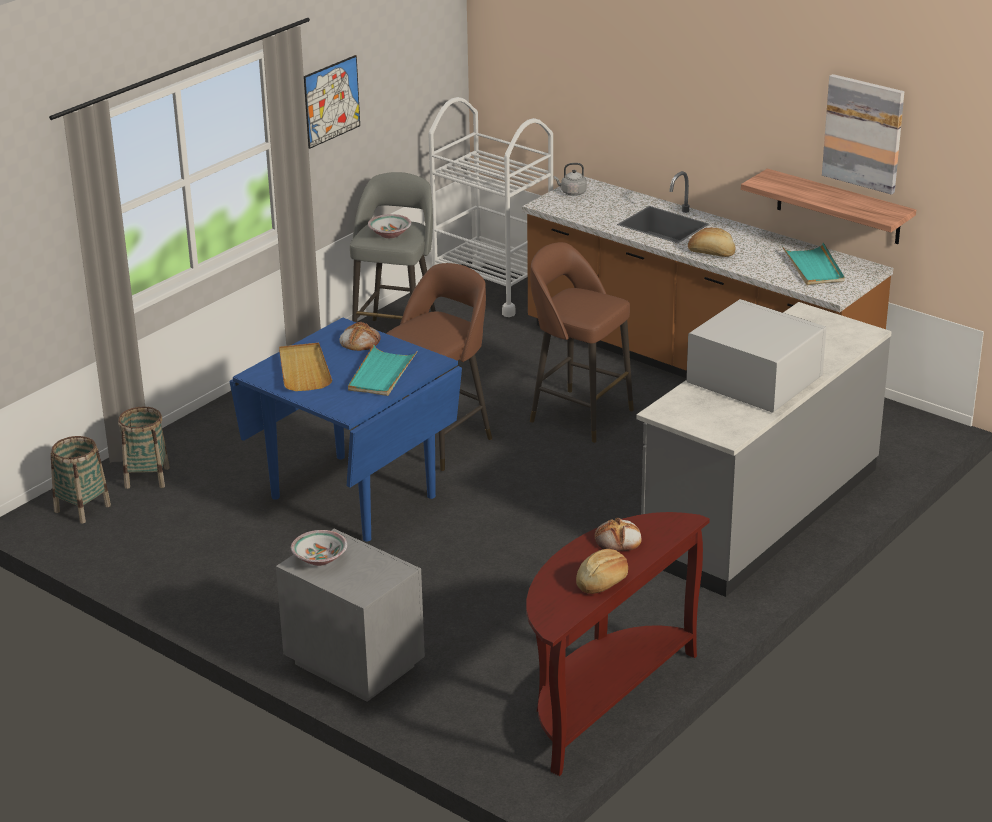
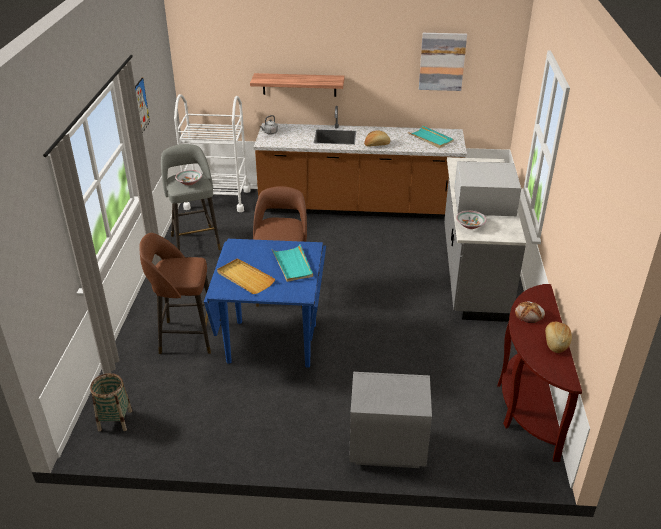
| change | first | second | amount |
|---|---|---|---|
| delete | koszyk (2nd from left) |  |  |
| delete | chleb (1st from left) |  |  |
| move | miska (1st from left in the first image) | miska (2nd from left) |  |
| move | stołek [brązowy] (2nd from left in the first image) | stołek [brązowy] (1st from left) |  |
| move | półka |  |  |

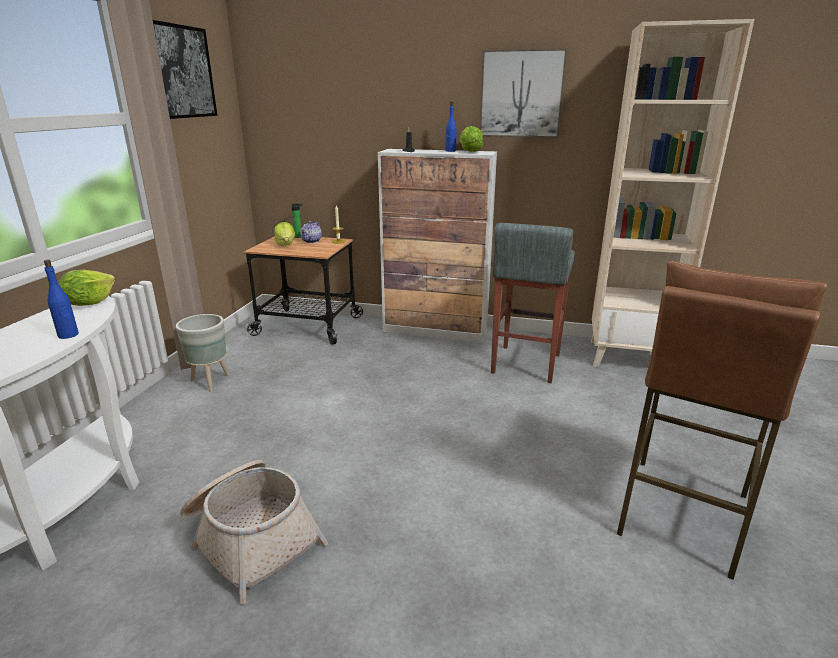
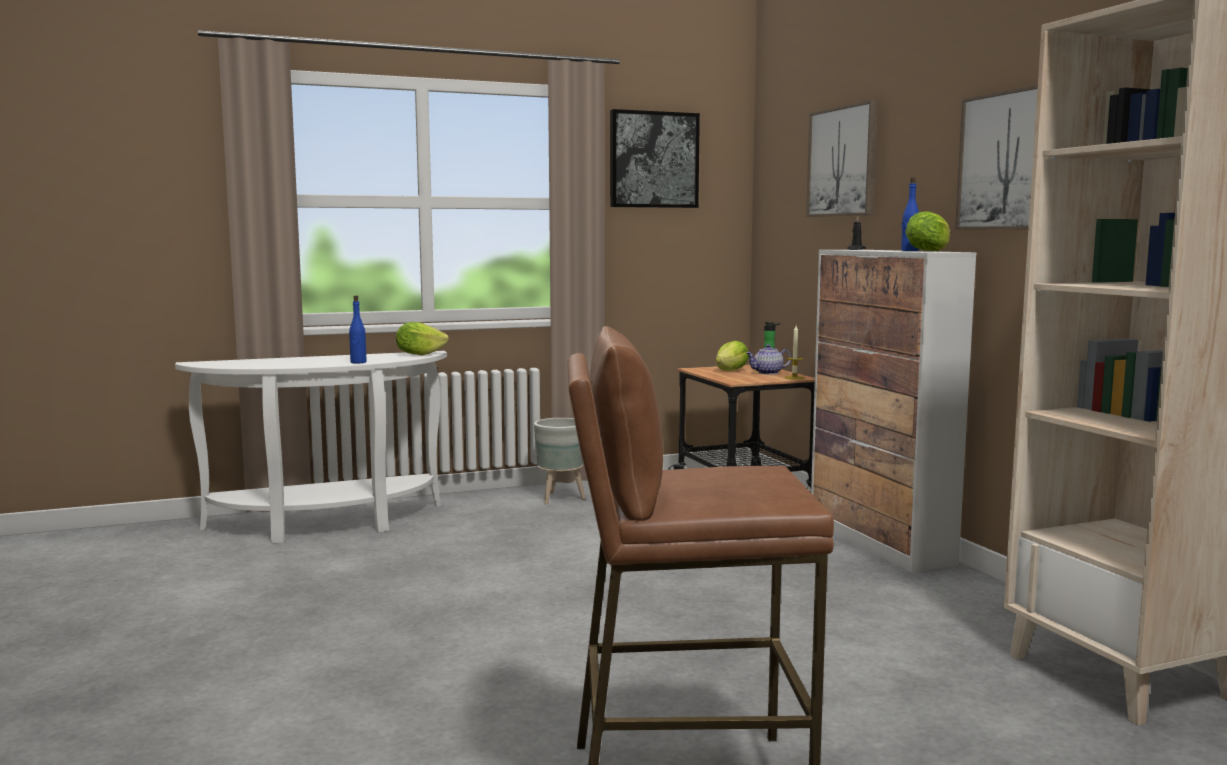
| change | first | second | amount |
|---|---|---|---|
| delete | koszyk |  |  |
| delete | stołek [szary] |  |  |
| insert |  | obraz (2nd from left) |  |

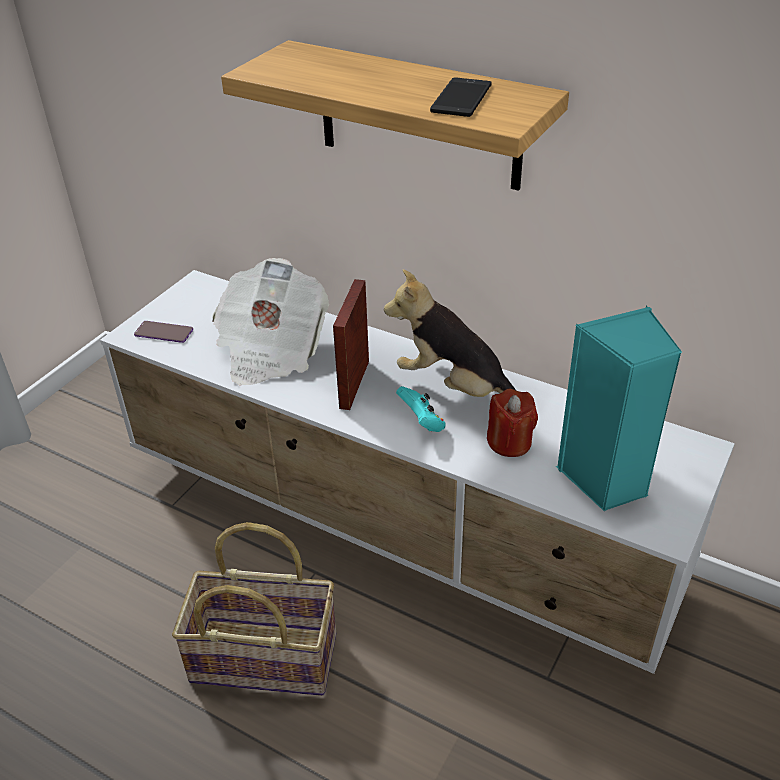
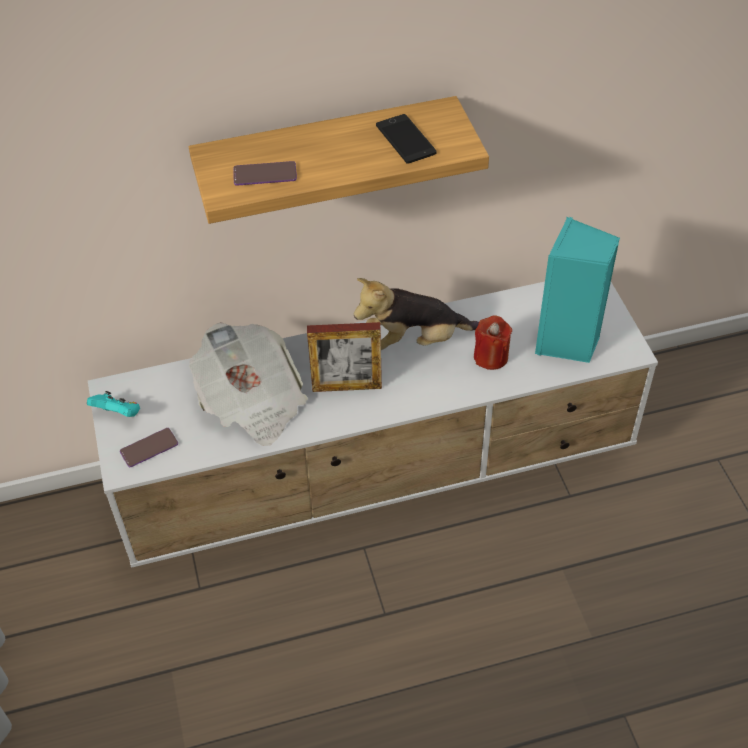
| change | first | second | amount |
|---|---|---|---|
| delete | koszyk |  |  |
| insert |  | telefon (2nd from left) |  |
| move | pad do gier [turkusowy] |  |  |
| rotate | ramka na zdjęcie |  | 60 degrees counterclockwise |

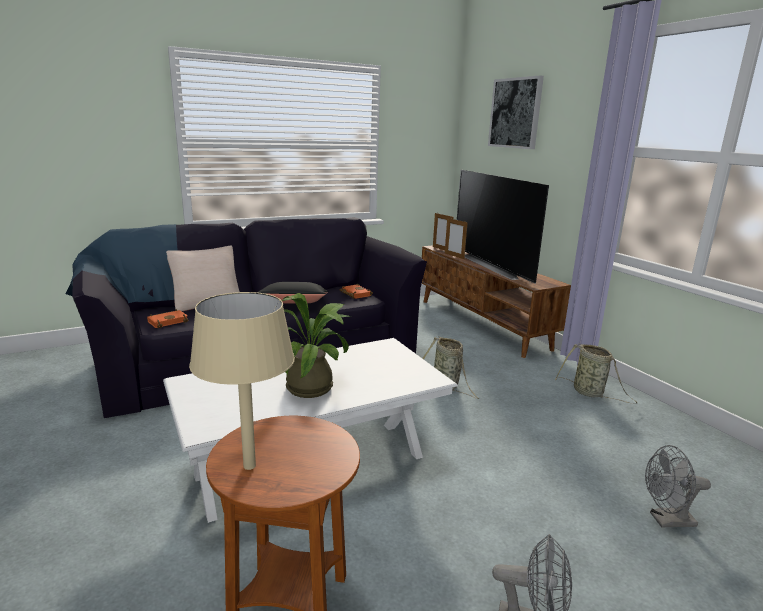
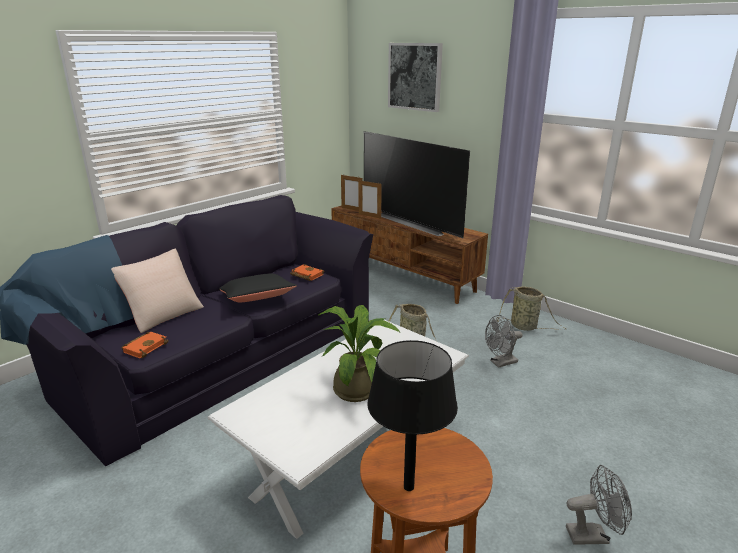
| change | first | second | amount |
|---|---|---|---|
| move | wentylator [szary] (2nd from left in the first image) | wentylator [szary] (1st from left) |  |
| recolor | lampa stołowa [beżowy] | lampa stołowa [czarny] |  |

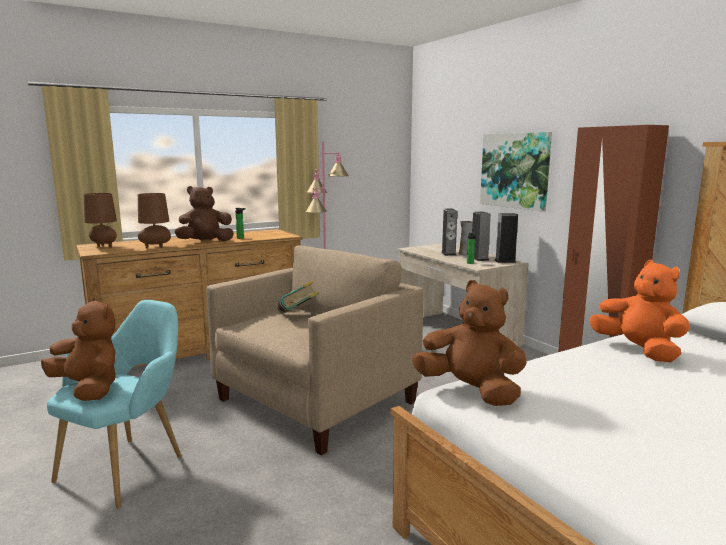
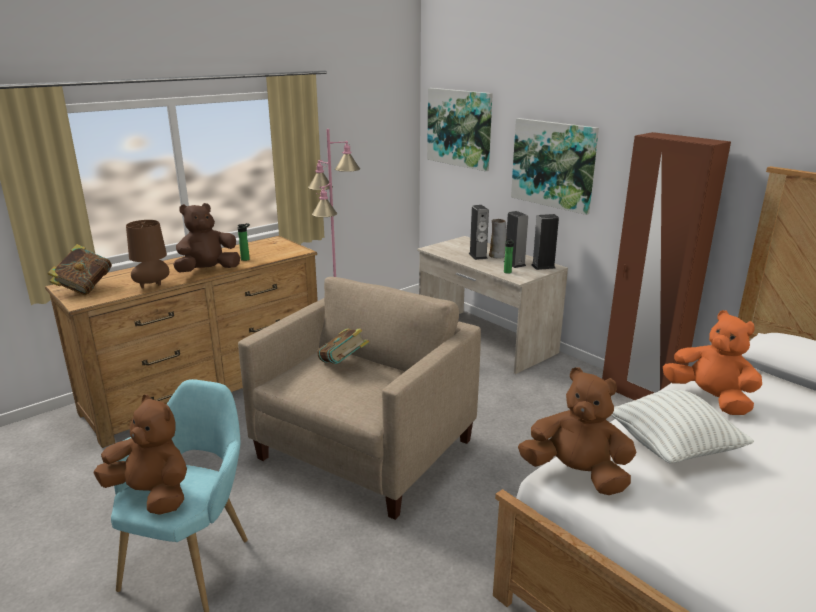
| change | first | second | amount |
|---|---|---|---|
| insert |  | obraz (1st from left) |  |
| insert |  | poduszka [biały] |  |
| replace | lampa stołowa [brązowy] (1st from left) | książka (1st from left) |  |

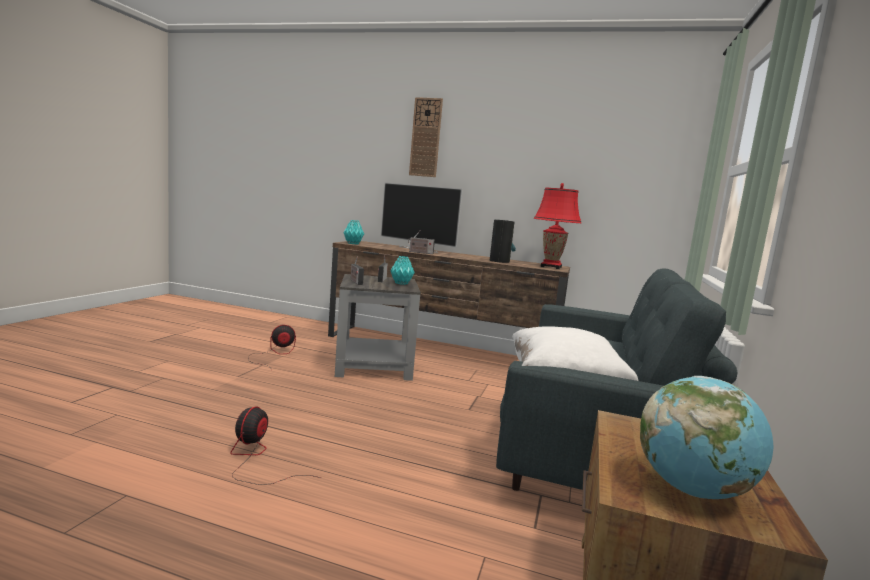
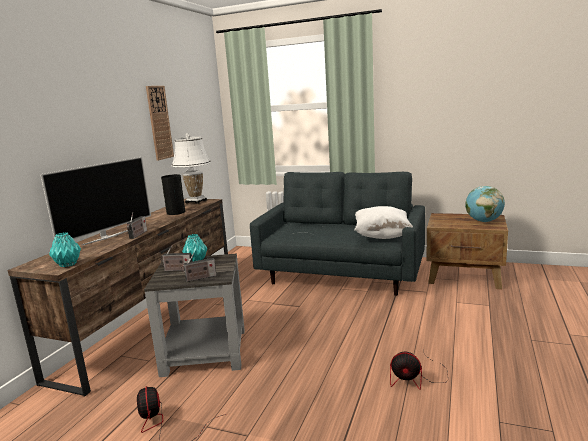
| change | first | second | amount |
|---|---|---|---|
| move | zegar ścienny |  |  |
| recolor | lampa stołowa [czerwony] | lampa stołowa [biały] |  |

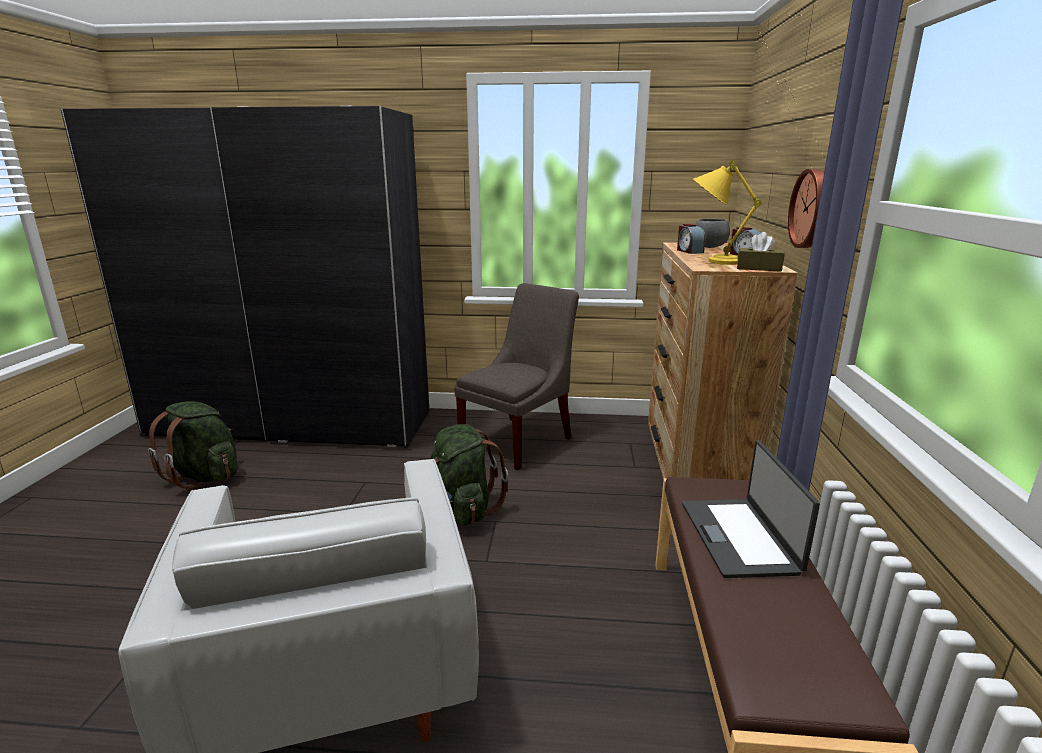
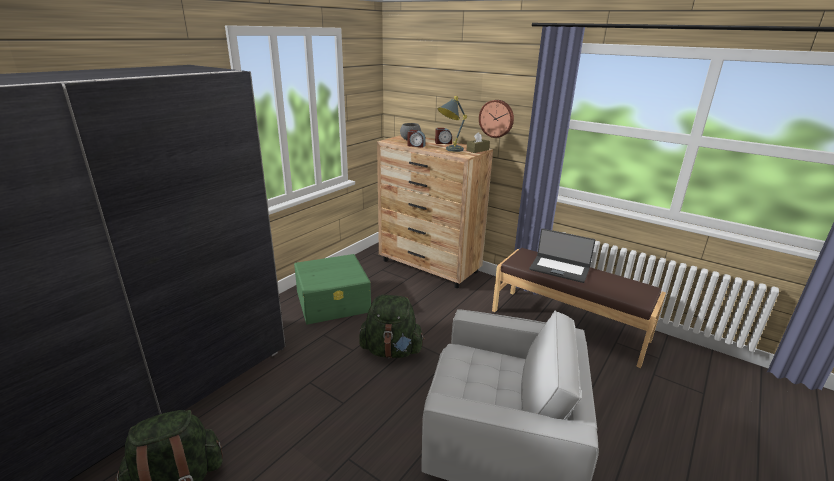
| change | first | second | amount |
|---|---|---|---|
| replace | krzesło [szary] | pojemnik do przechowywania [zielony] |  |
| recolor | lampa stołowa [żółty] | lampa stołowa [szary] |  |

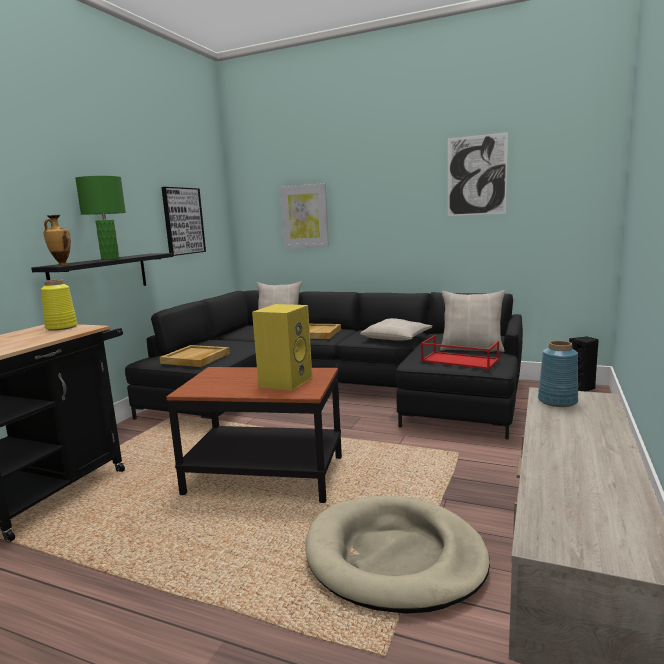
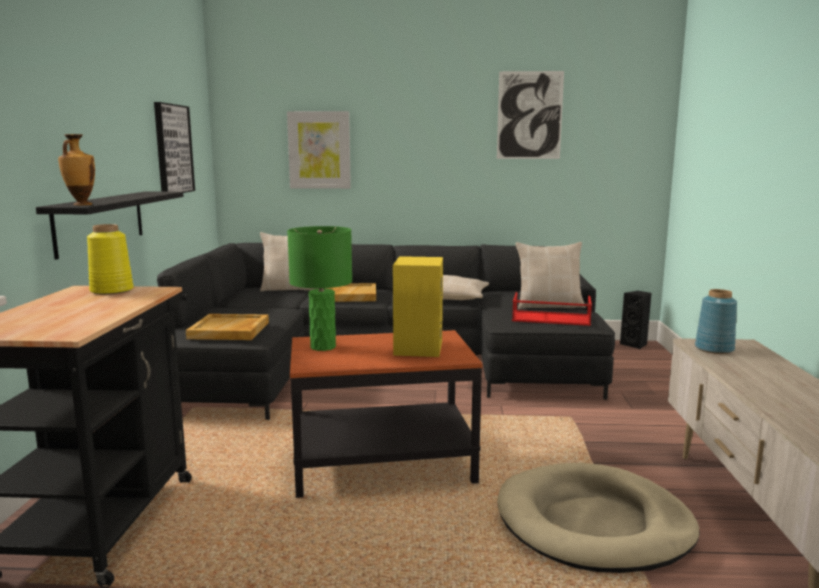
| change | first | second | amount |
|---|---|---|---|
| move | lampa stołowa [zielony] |  |  |

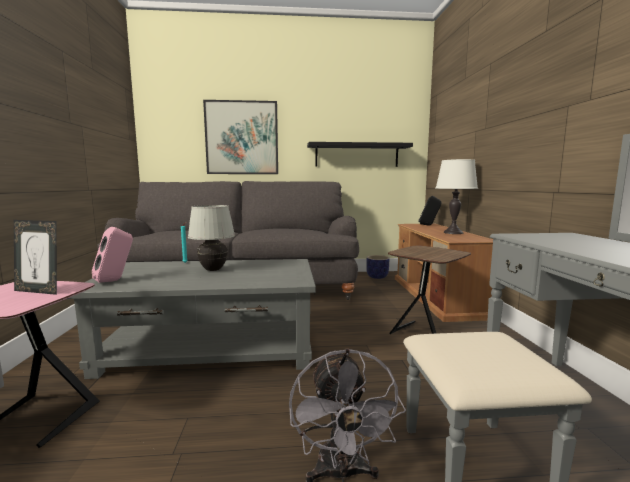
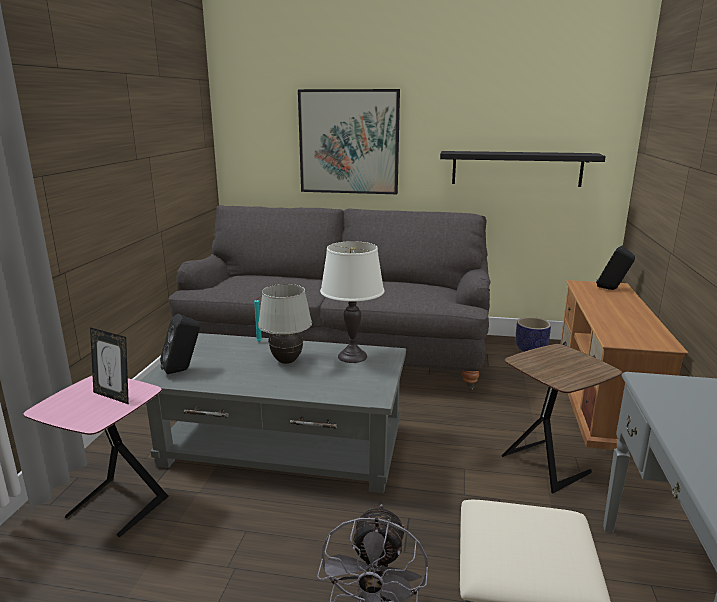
| change | first | second | amount |
|---|---|---|---|
| move | lampa stołowa [biały] (2nd from left) |  |  |
| recolor | głośnik [różowy] | głośnik [czarny] (1st from left) |  |

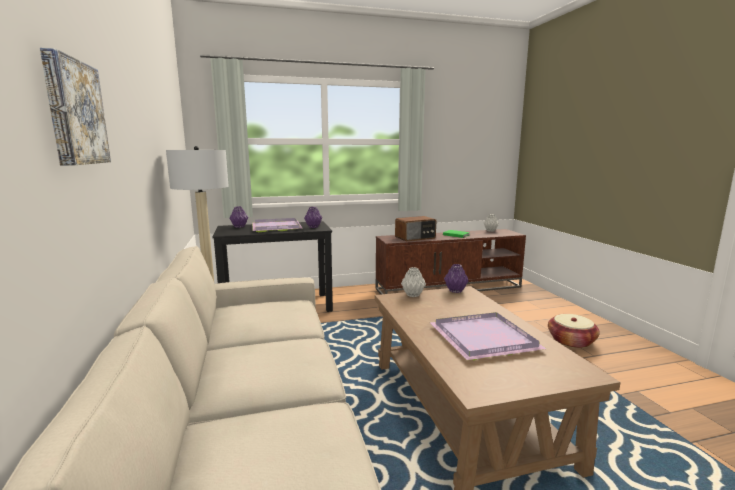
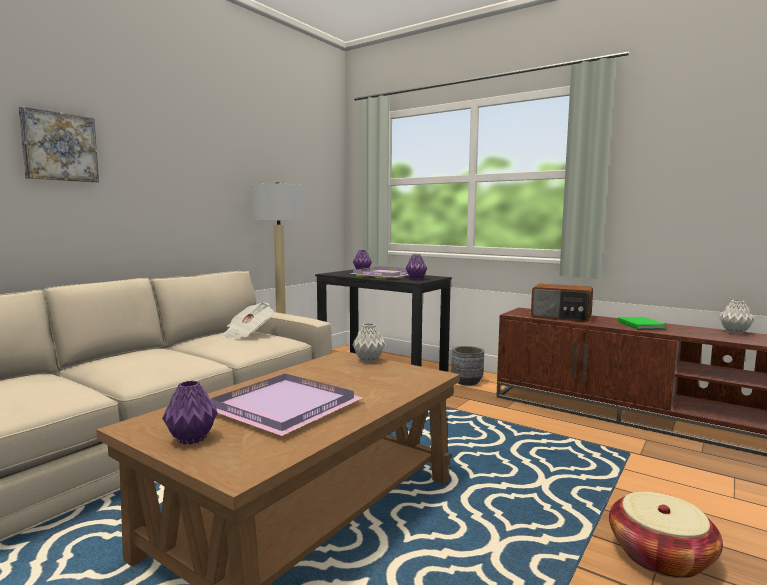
| change | first | second | amount |
|---|---|---|---|
| insert |  | gazeta |  |
| insert |  | donica [szary] |  |
| move | wazon [fioletowy] (3rd from left in the first image) | wazon [fioletowy] (1st from left) |  |

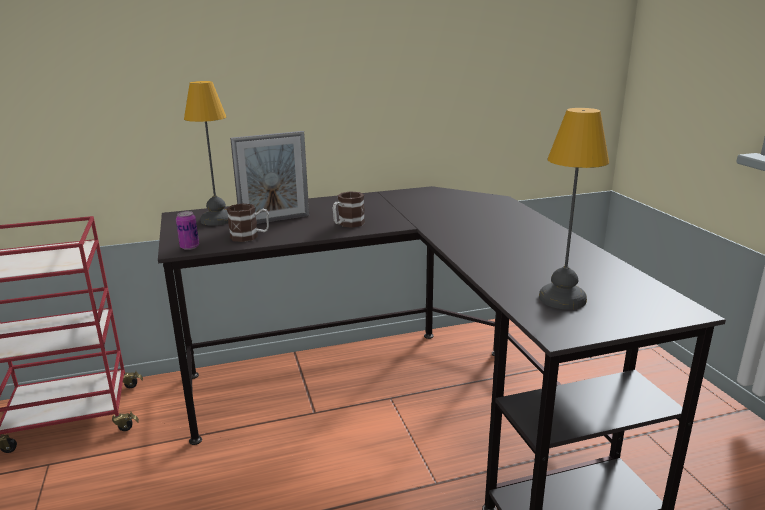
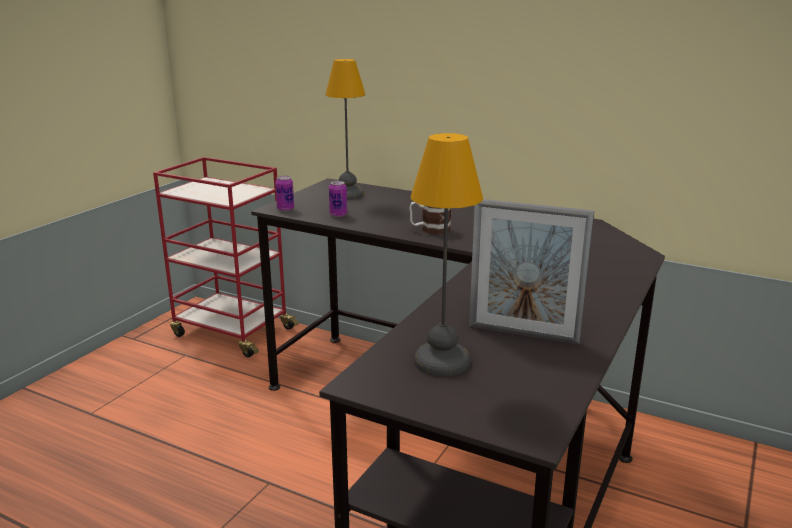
| change | first | second | amount |
|---|---|---|---|
| move | ramka na zdjęcie |  |  |
| replace | kubek (1st from left) | puszka (2nd from left) |  |

